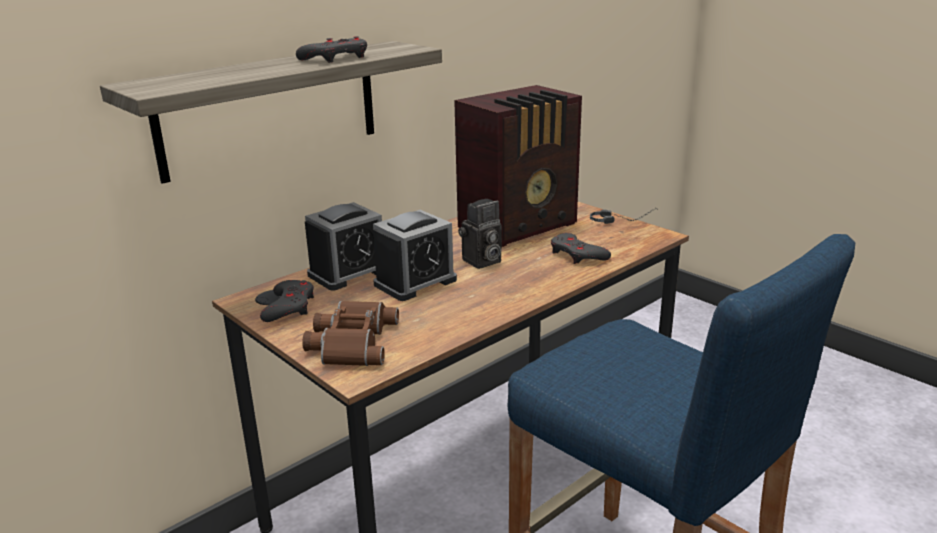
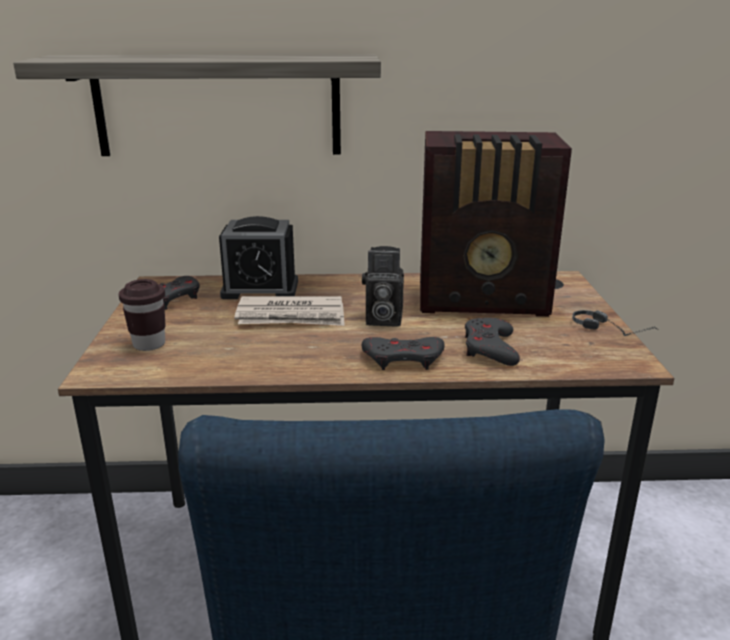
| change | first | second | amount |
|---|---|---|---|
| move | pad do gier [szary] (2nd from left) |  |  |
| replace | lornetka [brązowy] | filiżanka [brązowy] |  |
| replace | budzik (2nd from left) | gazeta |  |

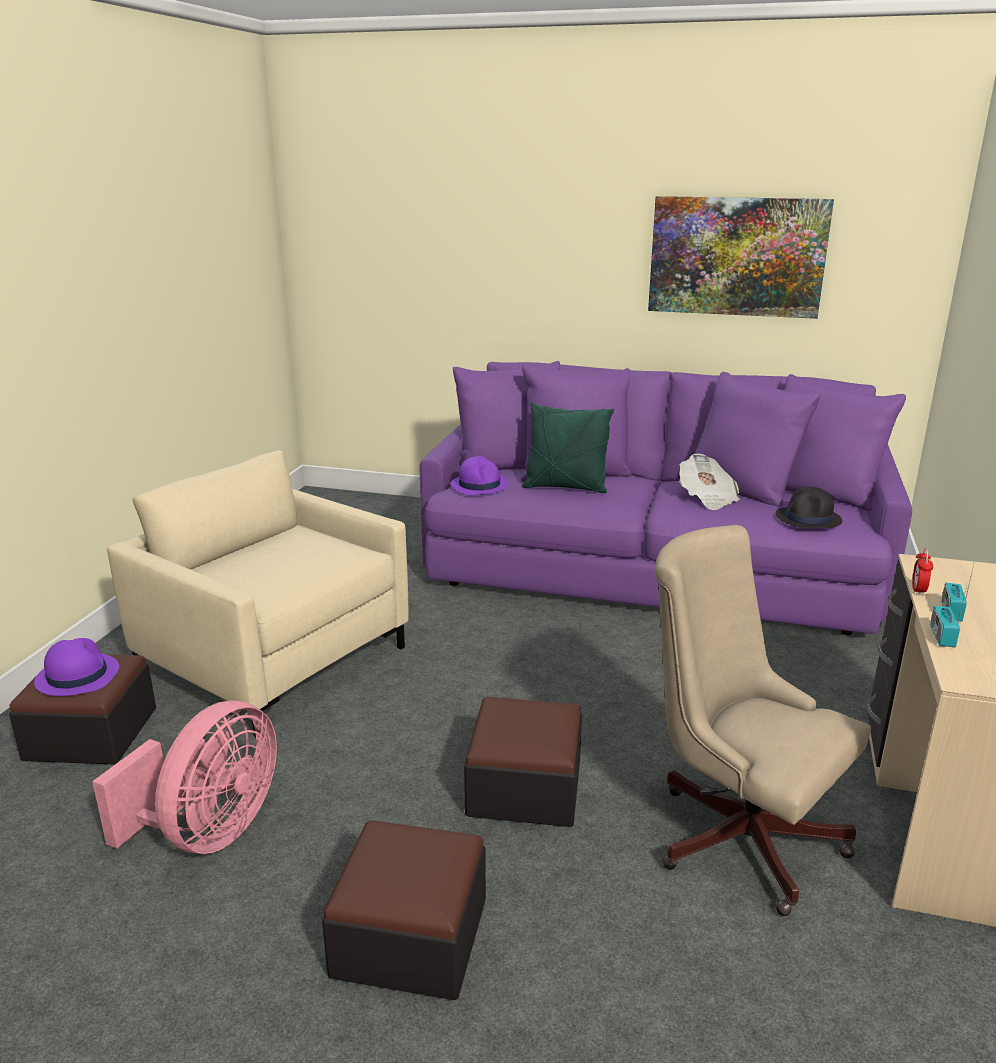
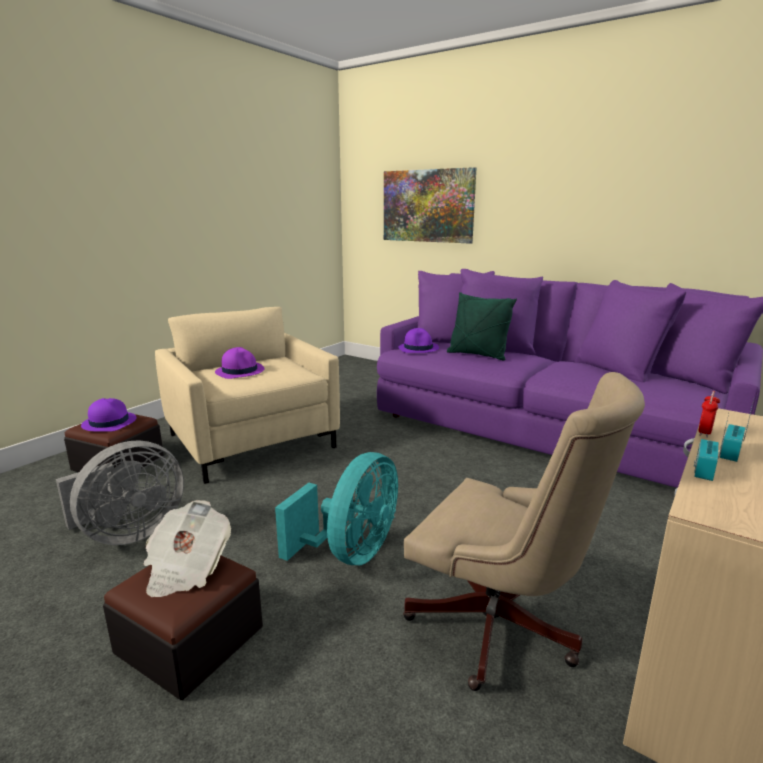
| change | first | second | amount |
|---|---|---|---|
| delete | kapelusz [czarny] |  |  |
| insert |  | kapelusz [fioletowy] (2nd from left) |  |
| move | obraz |  |  |
| move | gazeta |  |  |
| replace | pufa (3rd from left) | wentylator [turkusowy] |  |
| recolor | wentylator [różowy] | wentylator [szary] |  |
| rotate | krzesło biurowe [beżowy] |  | 150 degrees clockwise |

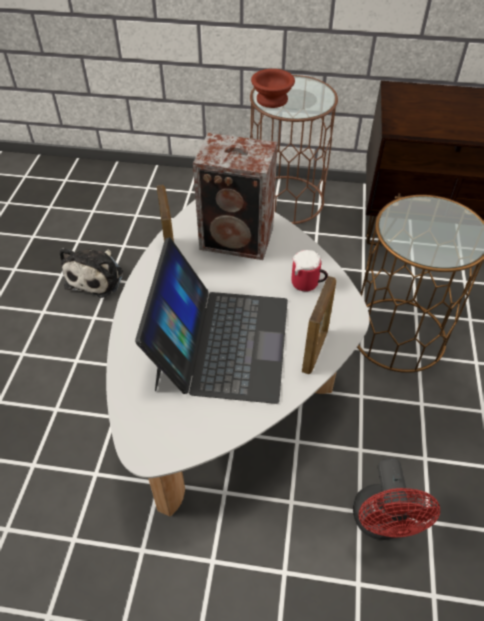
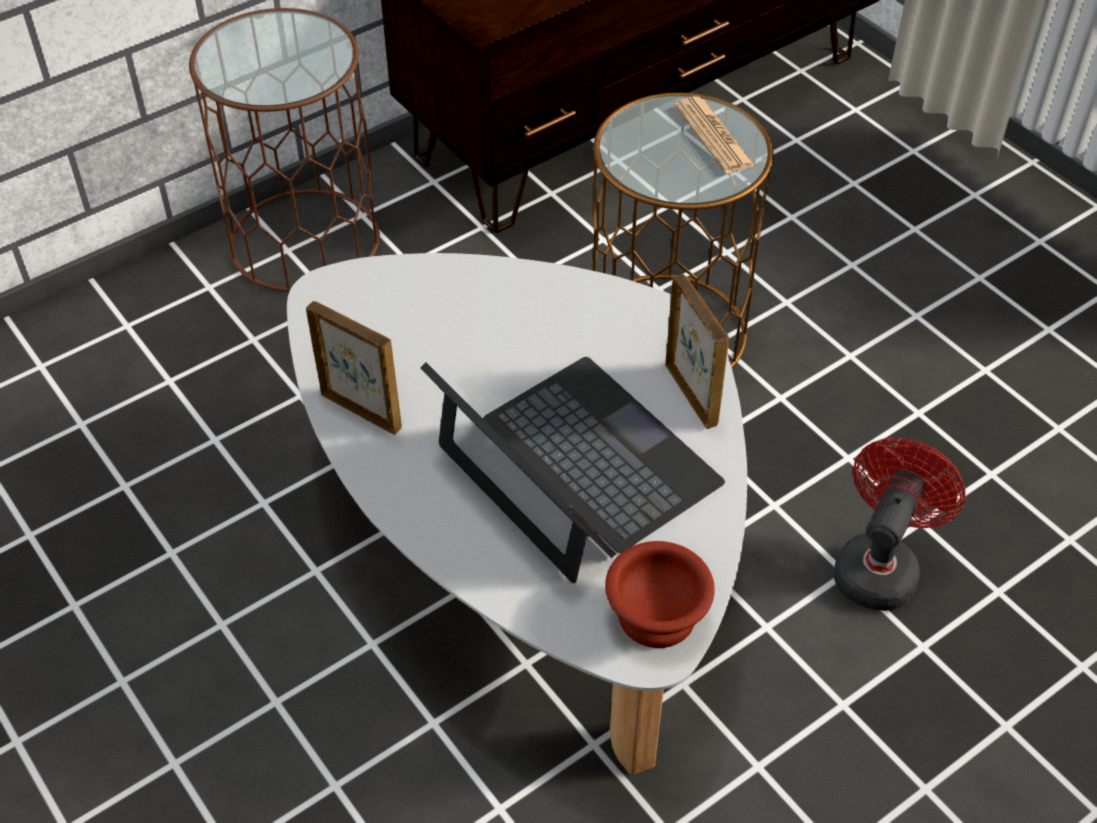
| change | first | second | amount |
|---|---|---|---|
| delete | pluszak |  |  |
| delete | głośnik |  |  |
| delete | kubek |  |  |
| insert |  | gazeta |  |
| move | miska [brązowy] |  |  |
| rotate | wentylator [czerwony] |  | 105 degrees counterclockwise |

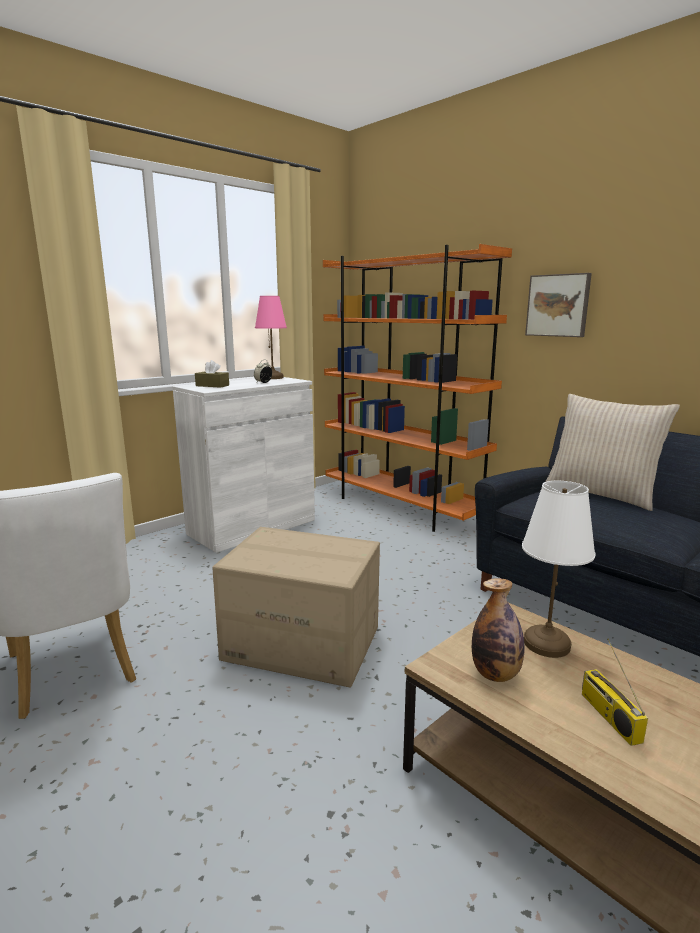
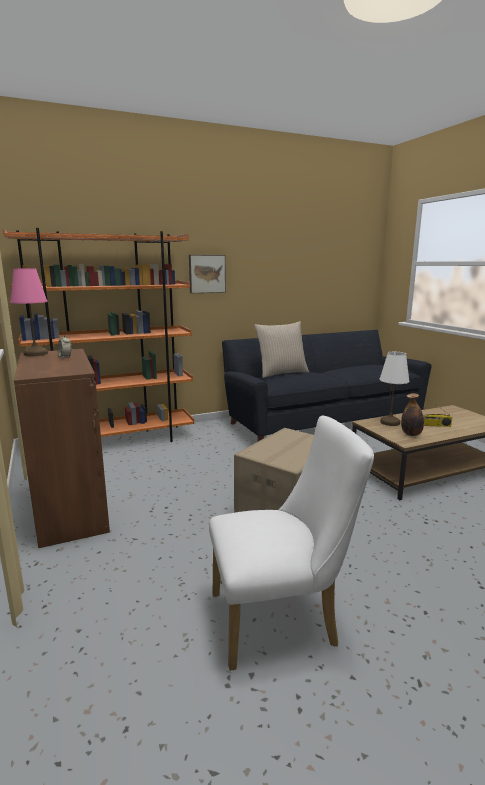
| change | first | second | amount |
|---|---|---|---|
| delete | pudełko chusteczek [brązowy] |  |  |
| recolor | szafka [biały] | szafka [brązowy] |  |

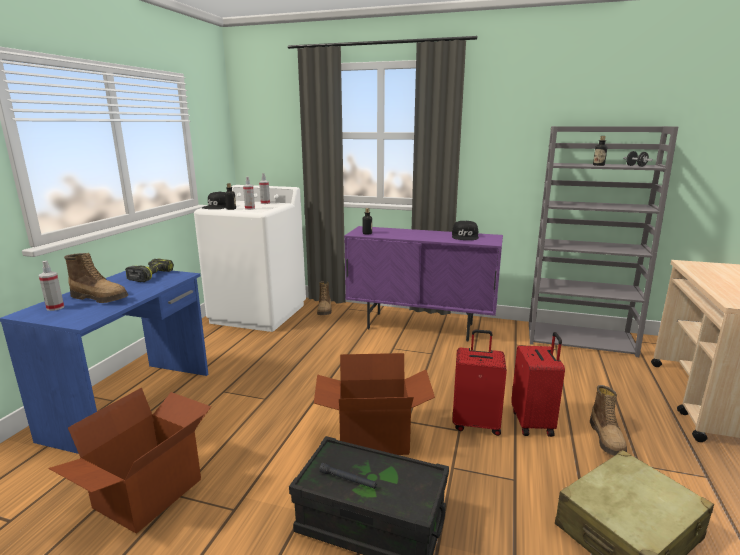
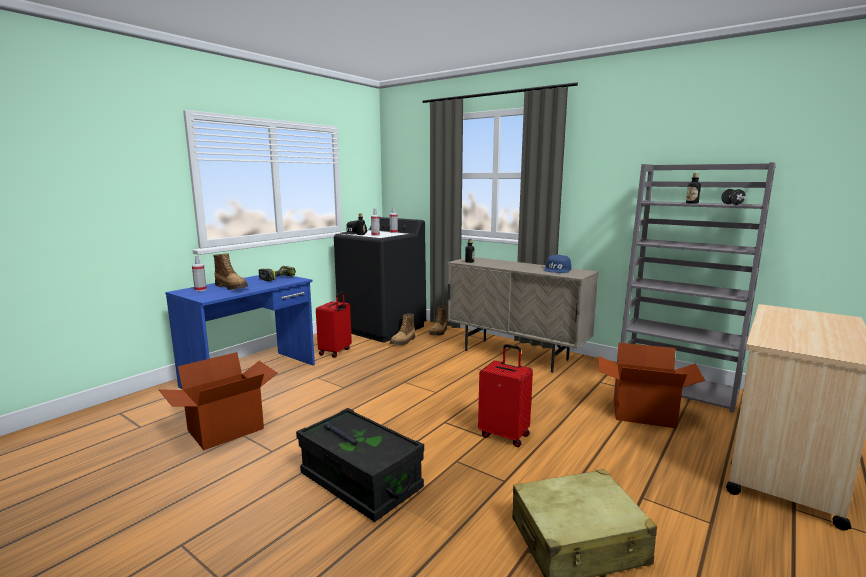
| change | first | second | amount |
|---|---|---|---|
| move | karton (2nd from left) |  |  |
| move | walizka [czerwony] (2nd from left in the first image) | walizka [czerwony] (1st from left) |  |
| move | but z cholewką (3rd from left in the first image) | but z cholewką (2nd from left) |  |
| recolor | pralka [biały] | pralka [czarny] |  |
| recolor | szafka [fioletowy] | szafka [beżowy] |  |
| recolor | czapka z daszkiem [czarny] (2nd from left) | czapka z daszkiem [niebieski] |  |

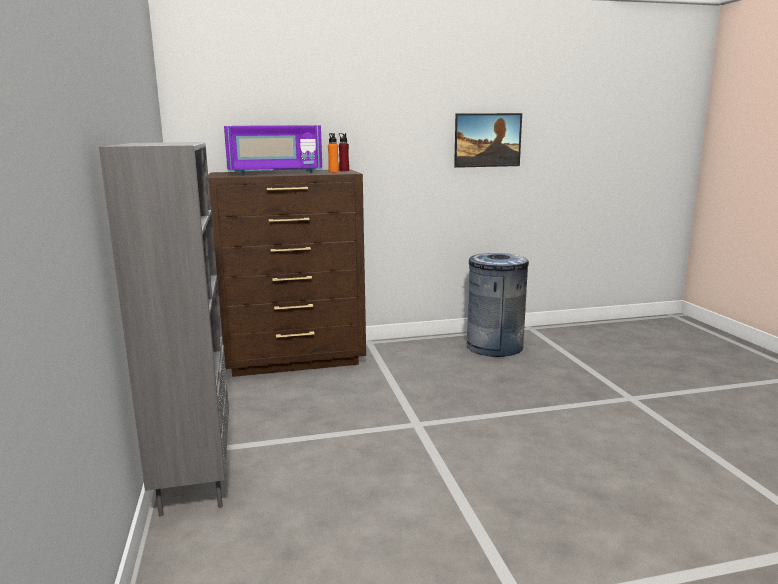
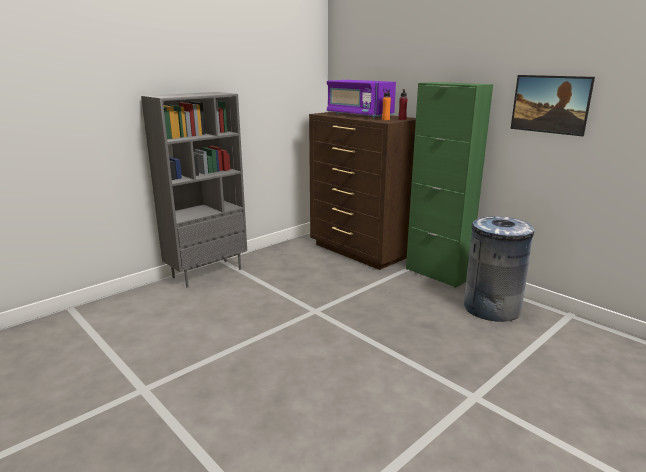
| change | first | second | amount |
|---|---|---|---|
| insert |  | szafka [zielony] |  |

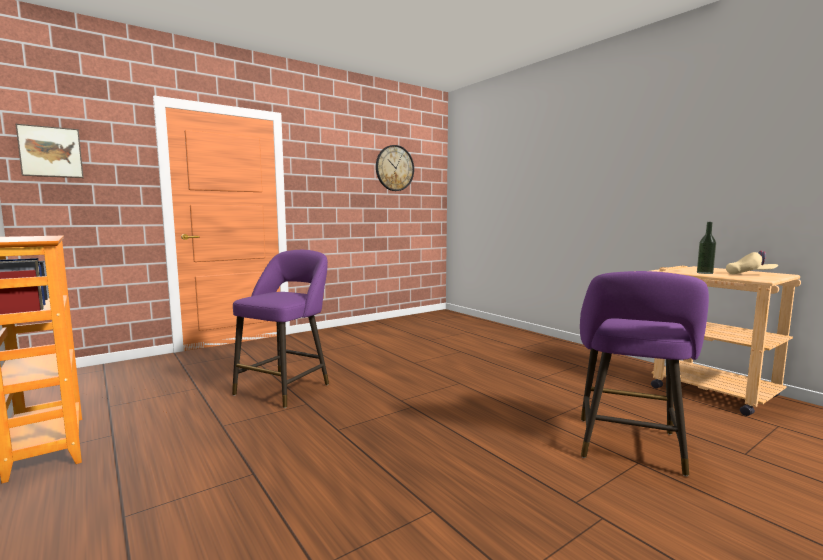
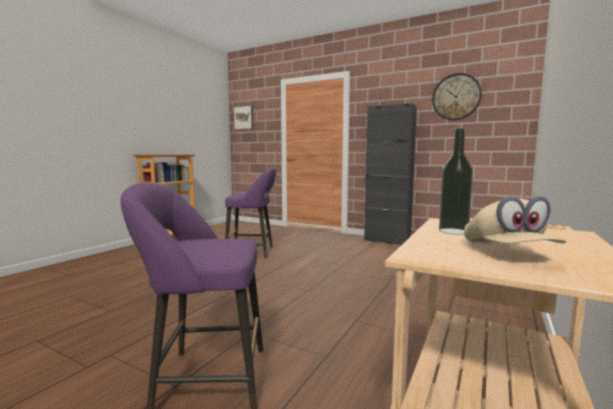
| change | first | second | amount |
|---|---|---|---|
| insert |  | szafka [czarny] |  |

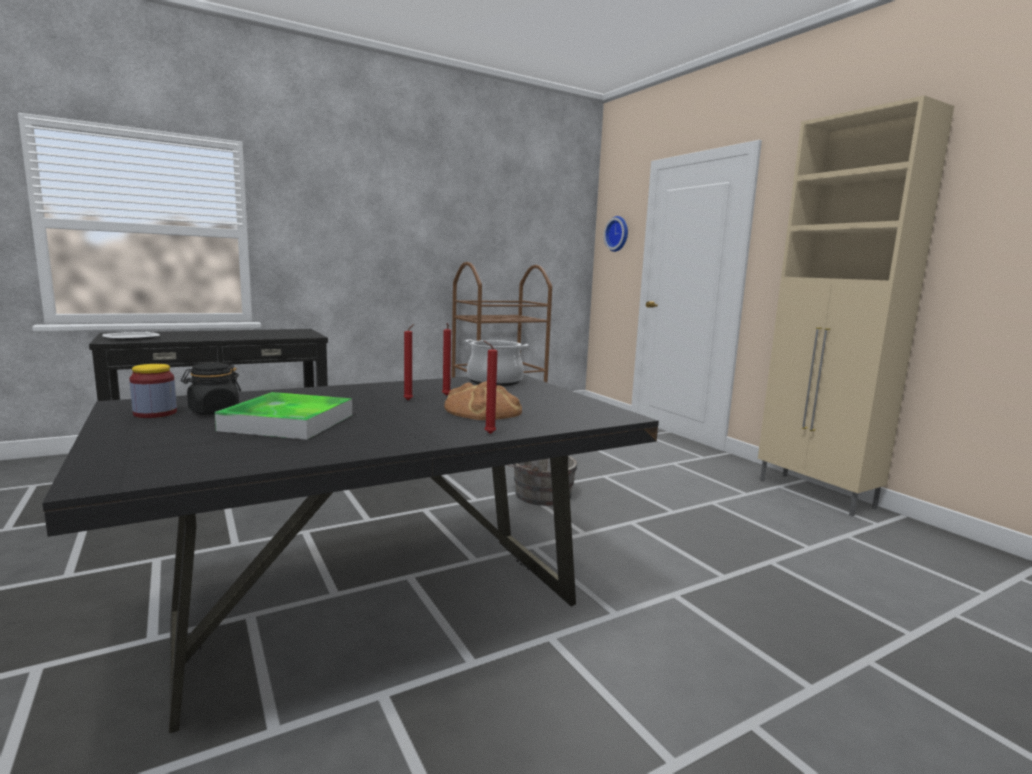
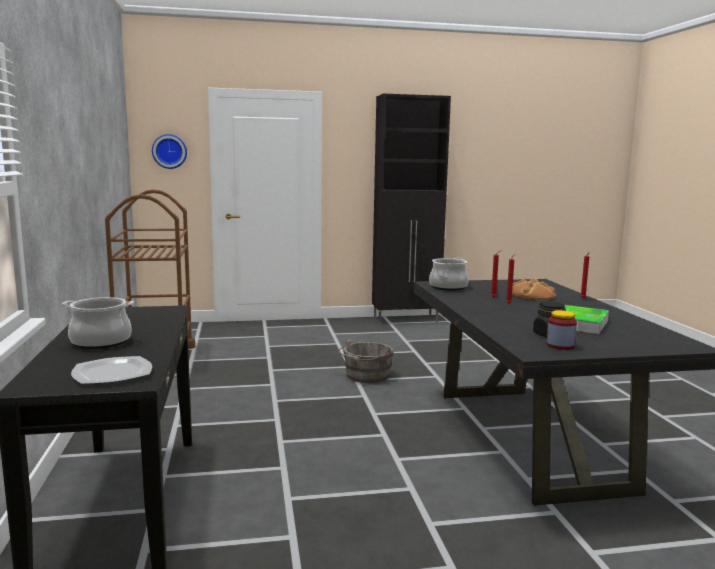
| change | first | second | amount |
|---|---|---|---|
| insert |  | garnek (1st from left) |  |
| recolor | szafka [beżowy] | szafka [czarny] |  |

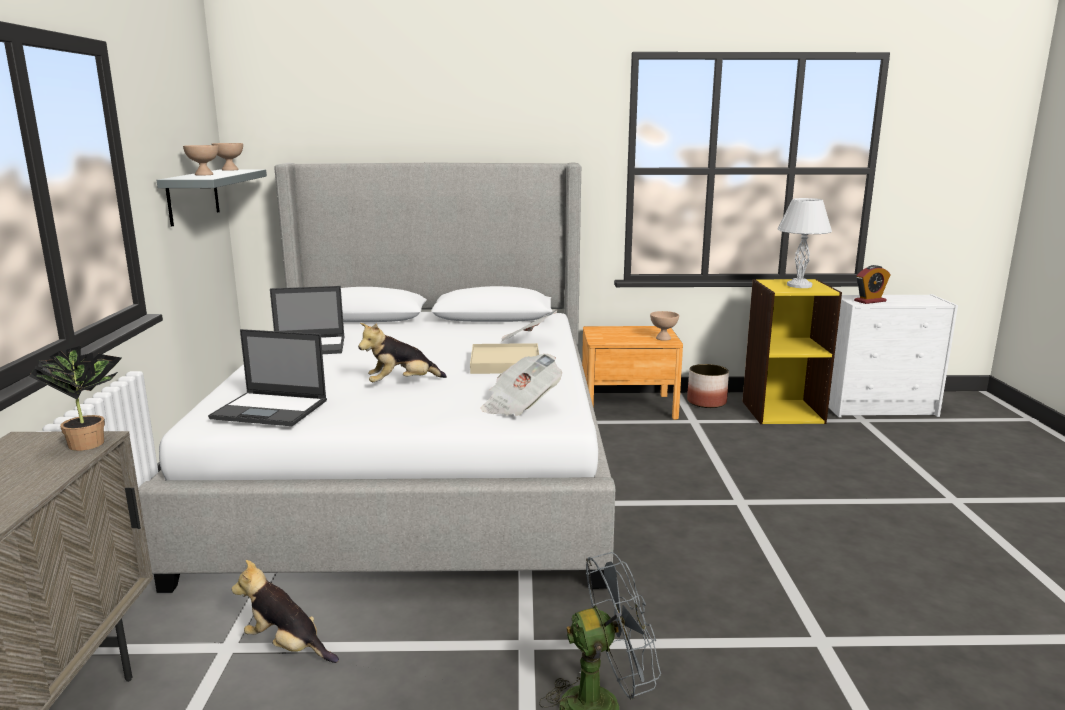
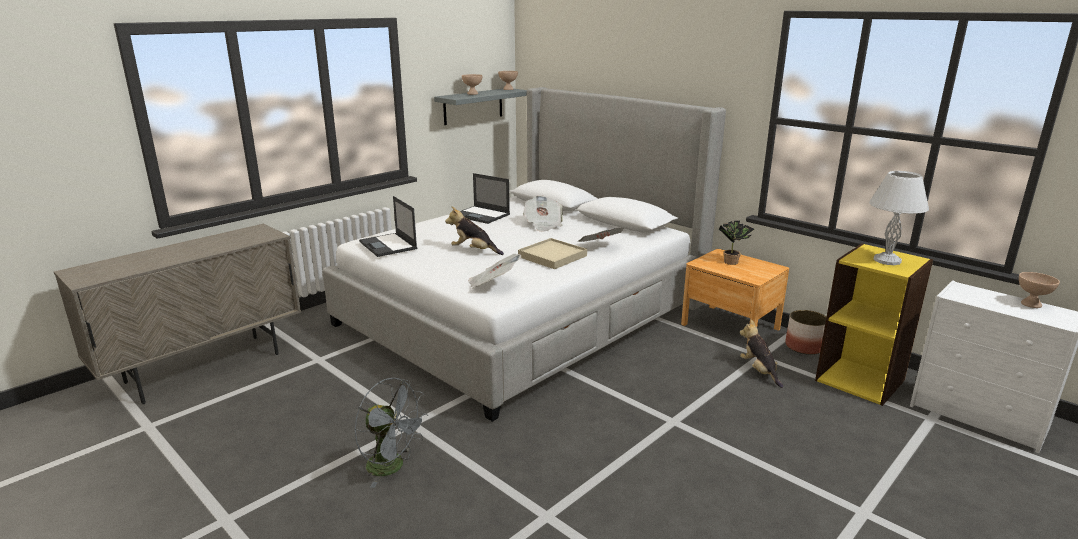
| change | first | second | amount |
|---|---|---|---|
| delete | budzik |  |  |
| insert |  | gazeta (2nd from left) |  |
| move | roślina doniczkowa |  |  |
| move | pluszak (1st from left in the first image) | pluszak (2nd from left) |  |
| move | miska [beżowy] (3rd from left) |  |  |

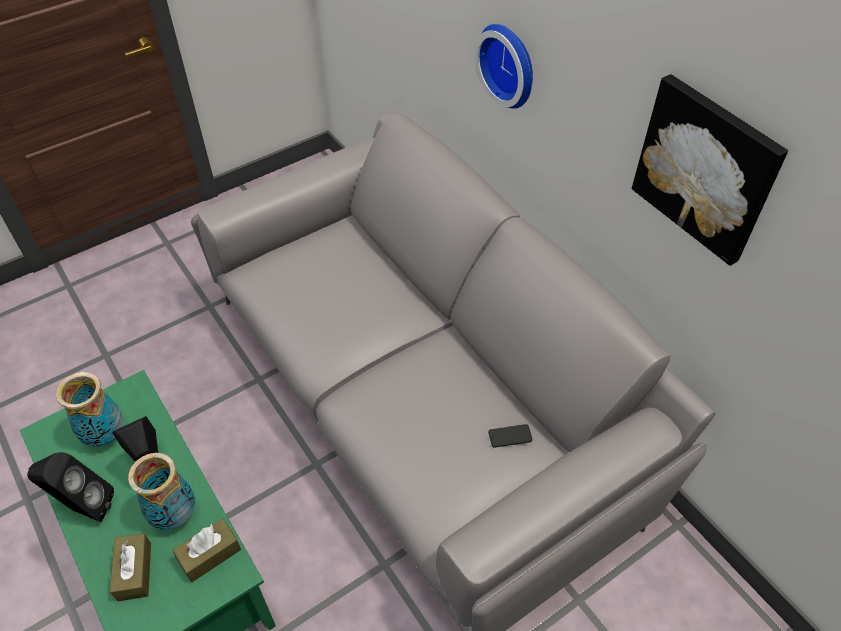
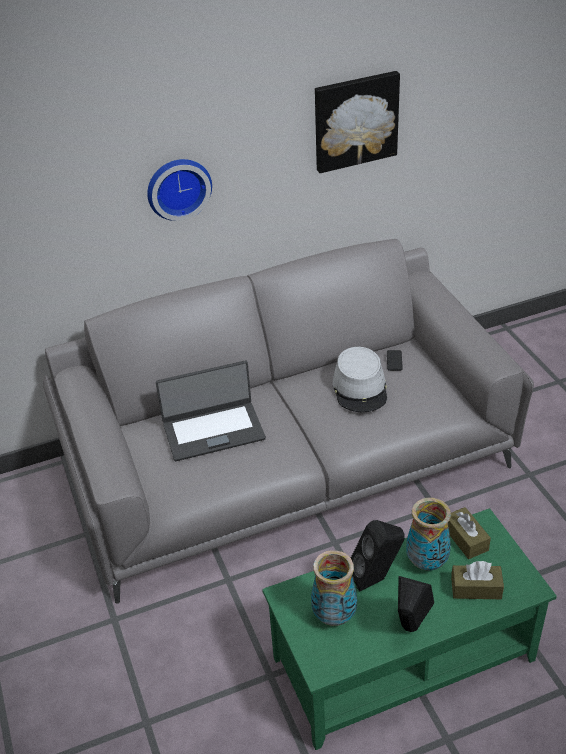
| change | first | second | amount |
|---|---|---|---|
| insert |  | laptop |  |
| insert |  | kapelusz [szary] |  |

